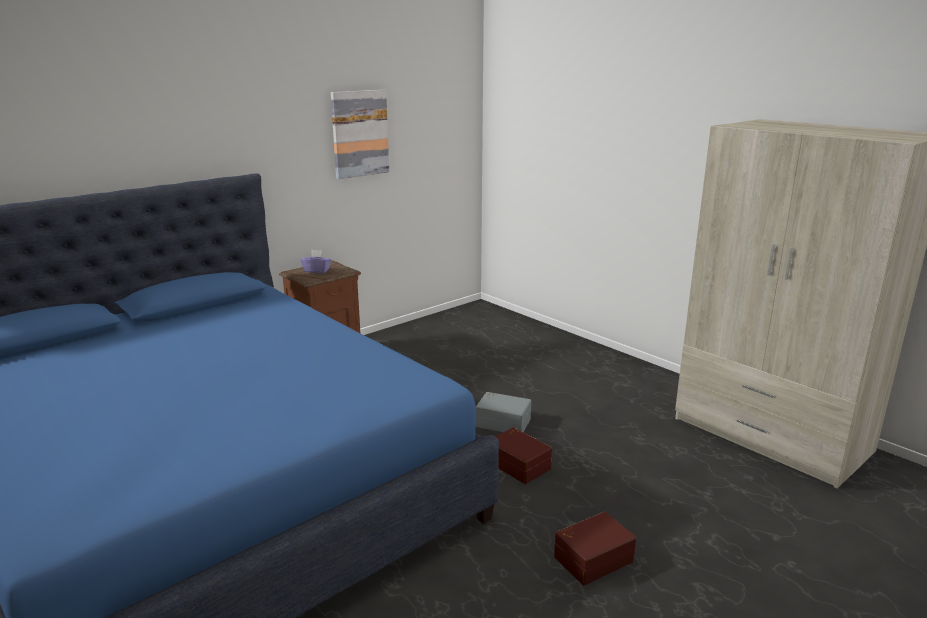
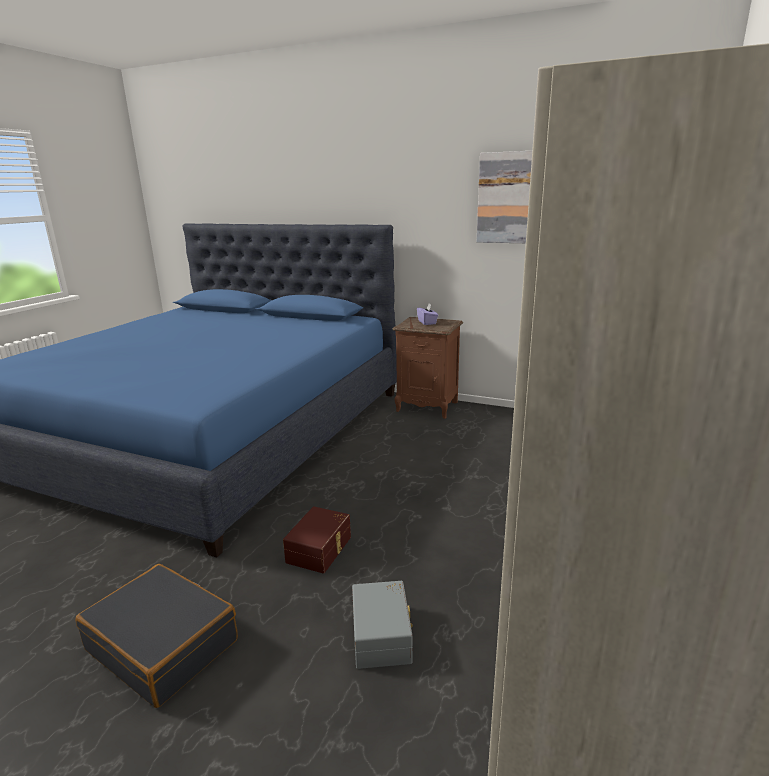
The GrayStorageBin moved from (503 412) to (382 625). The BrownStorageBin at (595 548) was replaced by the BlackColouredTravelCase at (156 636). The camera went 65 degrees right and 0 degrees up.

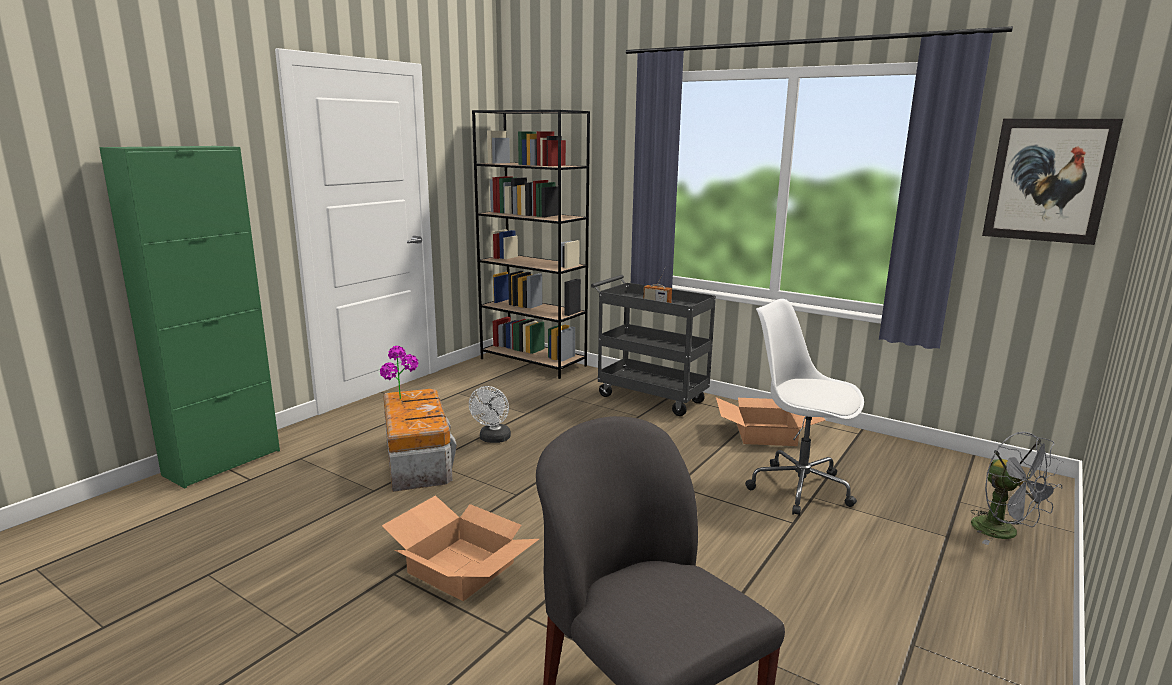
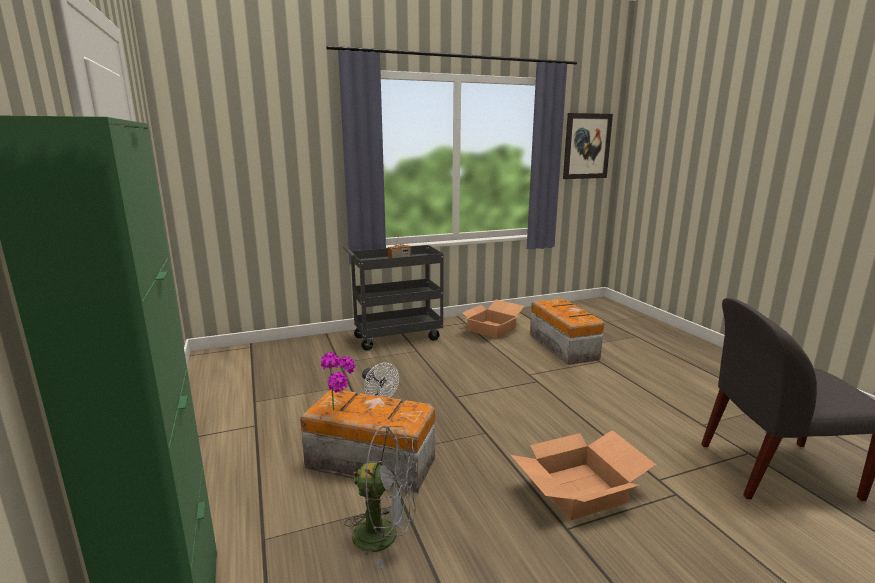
The BeigeColouredShelvingUnit at (531 244) disappeared. The GrayFan moved from (1017 488) to (381 497). The WhiteColouredOfficeChair at (804 407) was replaced by the StorageBin at (567 332). The camera went 55 degrees left and 0 degrees up.

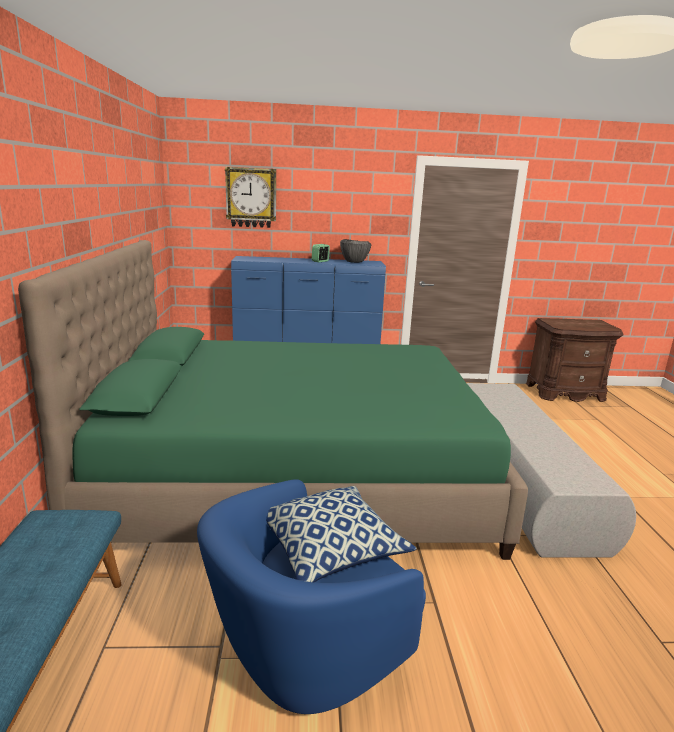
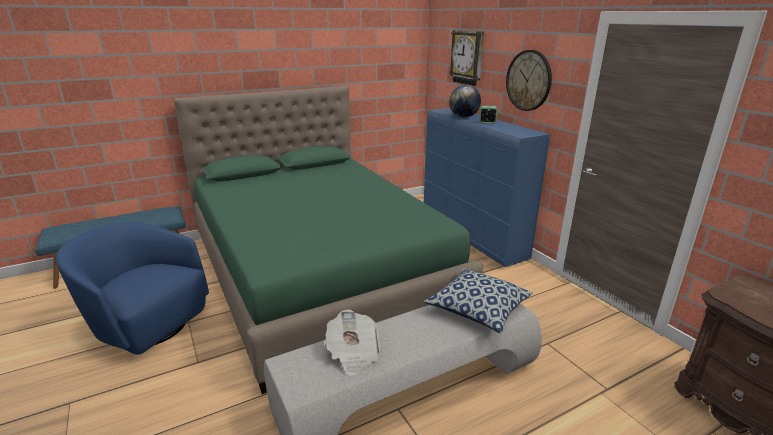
The DeepDish at (355 251) disappeared. The PrintedPaper at (352 343) appeared. The WorldGlobe at (465 101) appeared. The WallClock at (529 80) appeared. The ThrowPillow moved from (341 534) to (478 301). The camera went 65 degrees right and 5 degrees up.

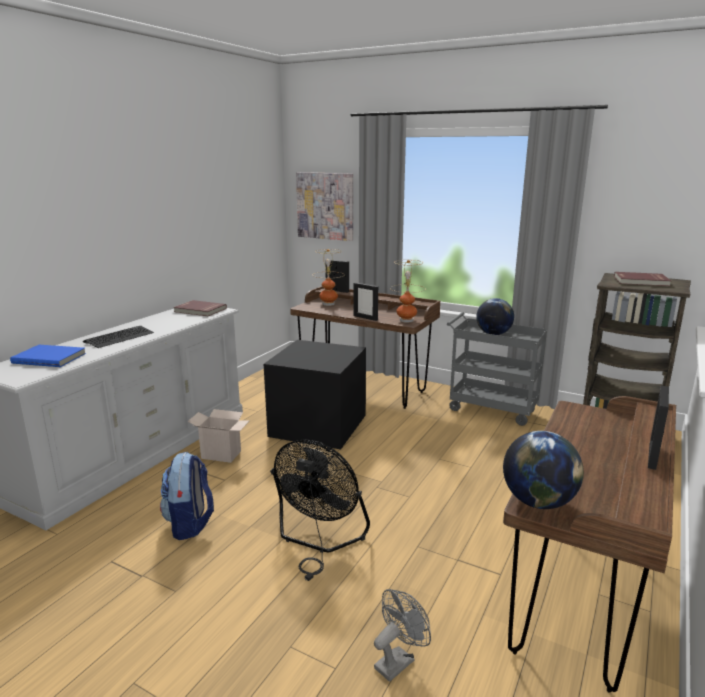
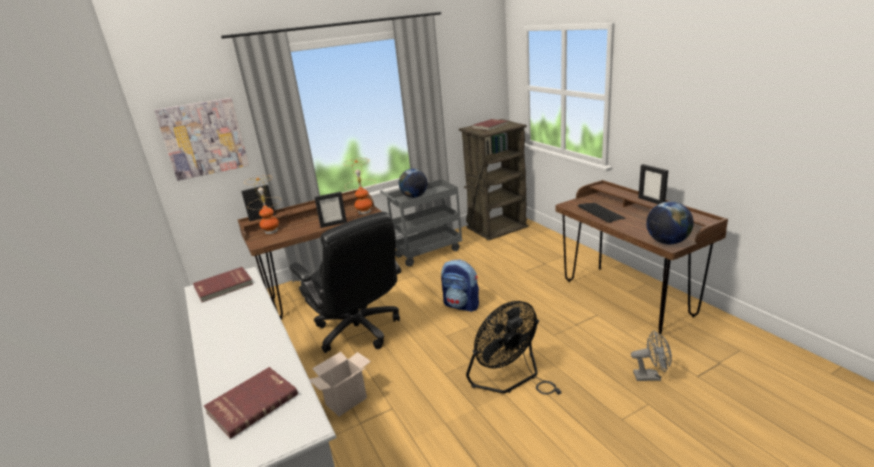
The PcKeyboard moved from (118 337) to (602 213). The Backpack moved from (187 496) to (460 286). The BlackColouredStorageBin at (315 394) was replaced by the BlackColouredOfficeChair at (345 282). The BlueBook at (48 356) became the RedColouredBook at (251 403). The GrayFan at (402 635) turned 105 degrees clockwise. The camera went 55 degrees left and 5 degrees up.

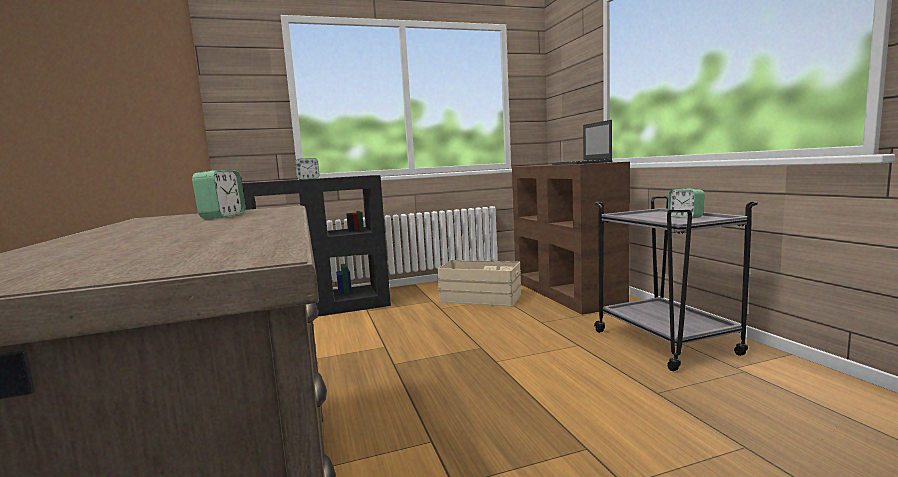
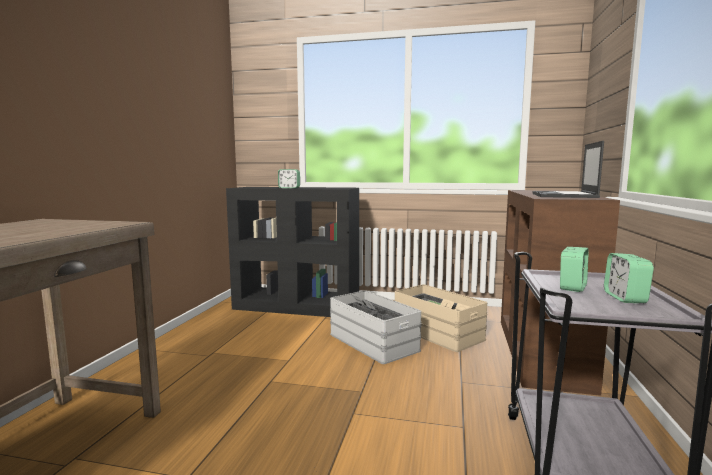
The GrayStorageBin at (375 327) appeared. The TableClock moved from (219 194) to (574 269). The camera went 30 degrees right and 0 degrees up.

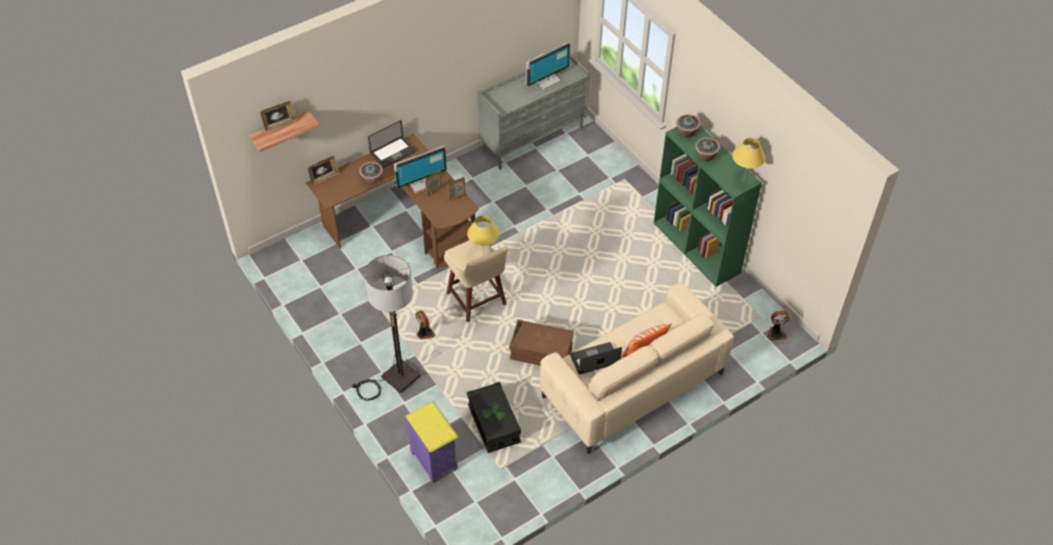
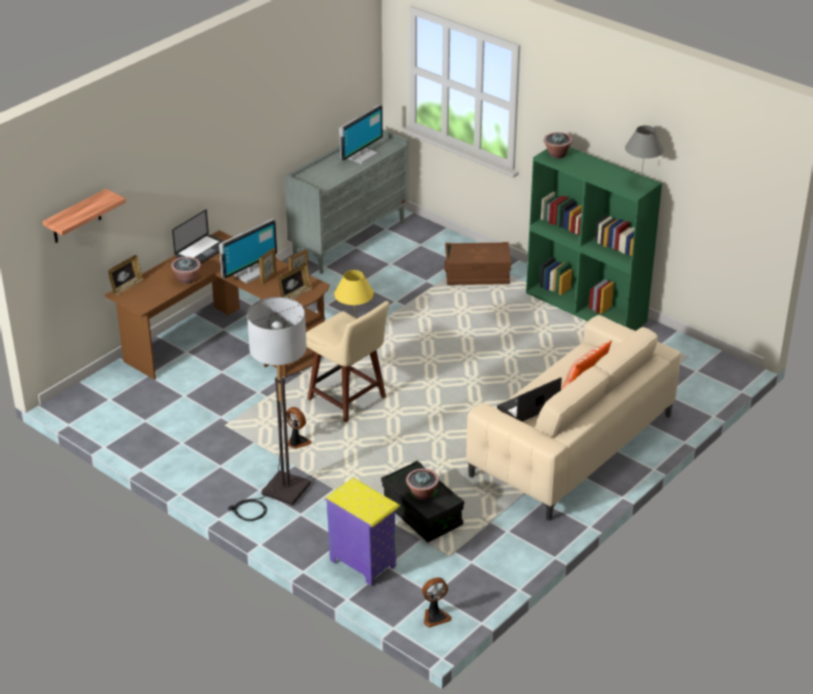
The PhotoFrame moved from (278 116) to (295 281). The BrownStorageBin moved from (541 342) to (477 263). The PottedPlant moved from (707 150) to (422 484). The Fan moved from (778 325) to (436 602). The YellowLampForATable at (748 158) became the GrayLampForATable at (644 153). The camera went 15 degrees left and 15 degrees down.

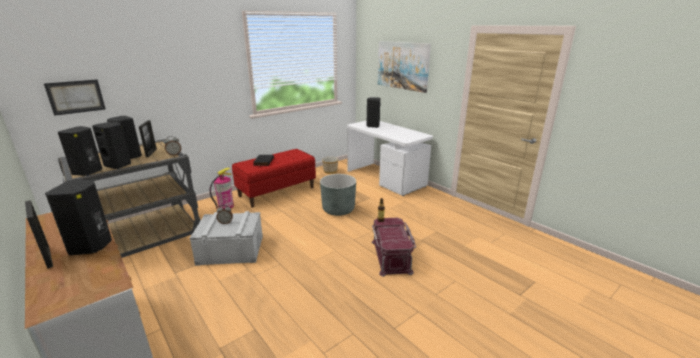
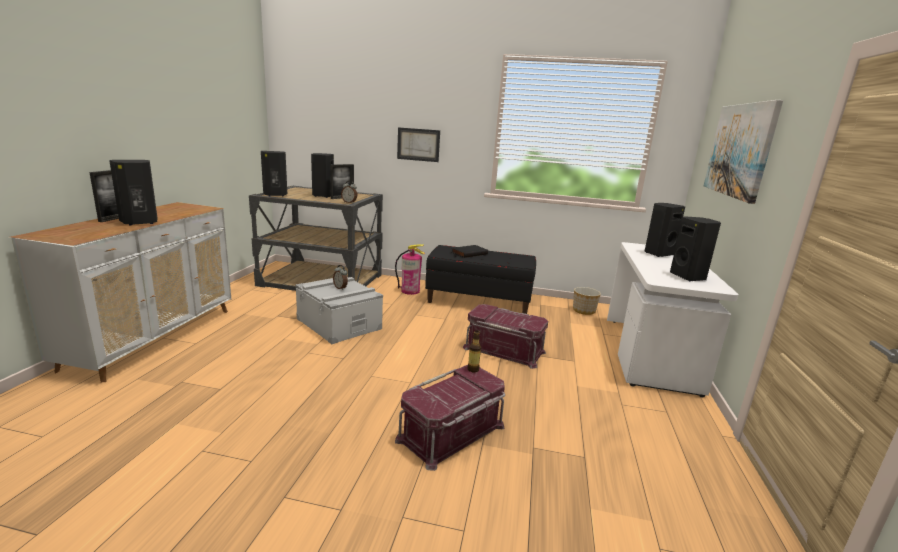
The Picture moved from (75 97) to (418 144). The BlackColouredAudioSpeaker moved from (111 145) to (695 248). The GrayFlowerPot at (338 195) was replaced by the RedColouredStorageBin at (505 336). The RedColouredIndoorBench at (274 178) became the BlackColouredIndoorBench at (480 279). The camera went 50 degrees right and 5 degrees down.

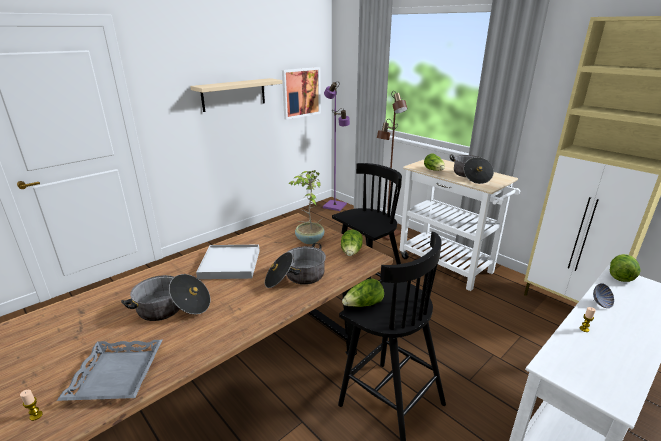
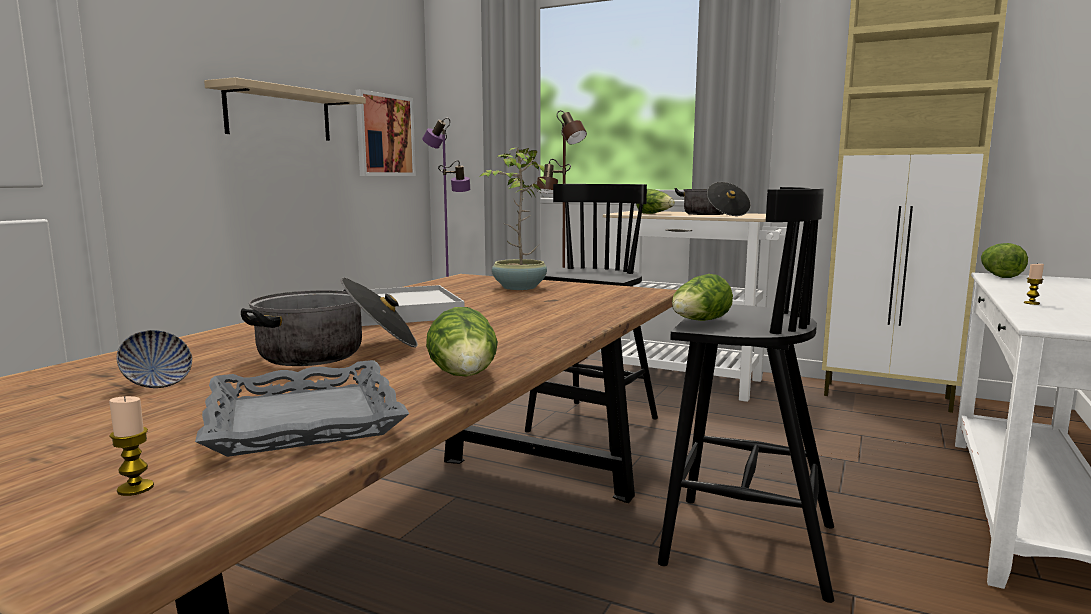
The CookingPot at (295 265) disappeared. The HeadOfLettuce moved from (352 242) to (462 342). The DeepDish moved from (603 295) to (154 359). The camera went 20 degrees left and 15 degrees down.

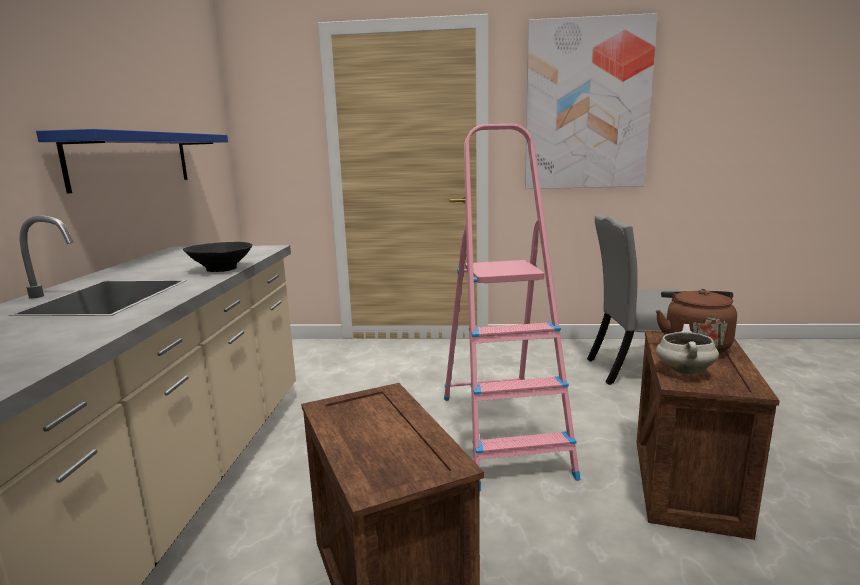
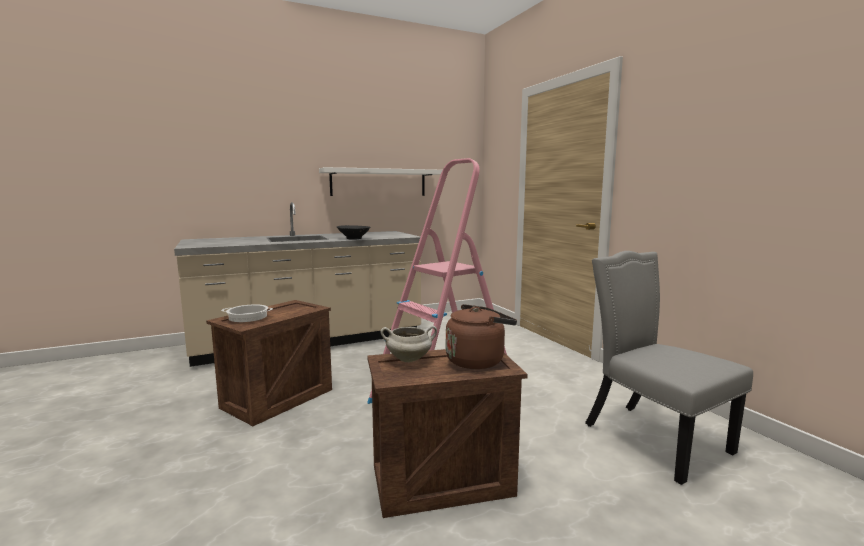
The Picture at (591 101) disappeared. The CookingPot at (247 313) appeared. The BlueBracketShelf at (132 161) became the WhiteColouredBracketShelf at (380 181). The camera went 60 degrees right and 5 degrees down.

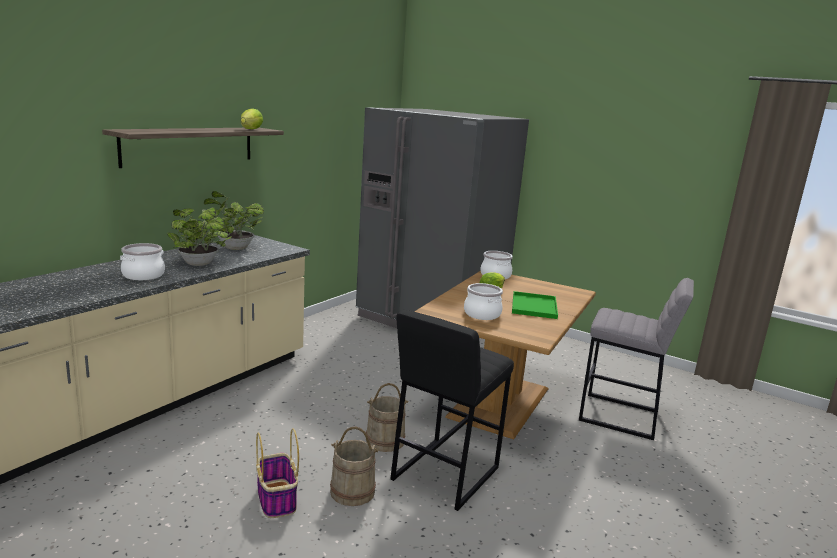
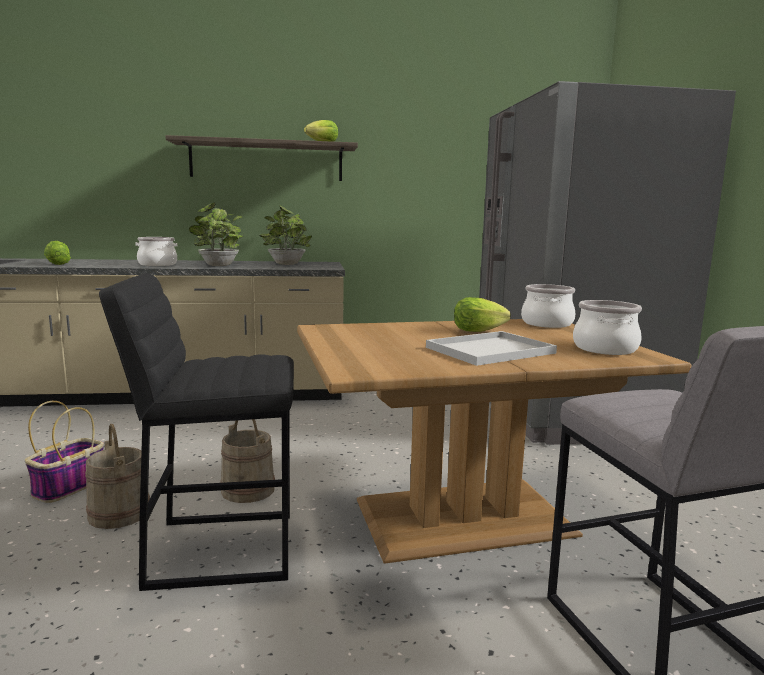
The HeadOfLettuce at (57 253) appeared. The CookingPot moved from (483 301) to (607 327). The GreenTray at (535 305) became the WhiteColouredTray at (491 348). The camera went 50 degrees right and 5 degrees down.

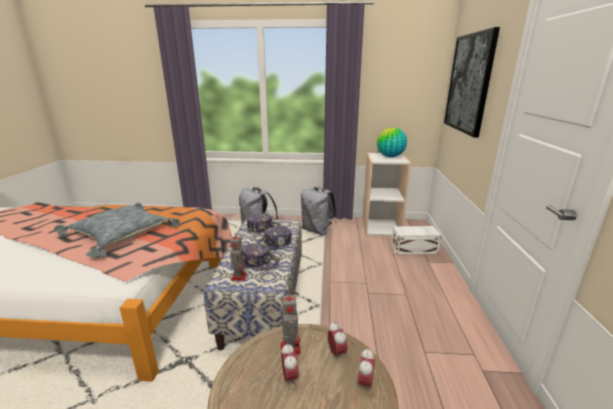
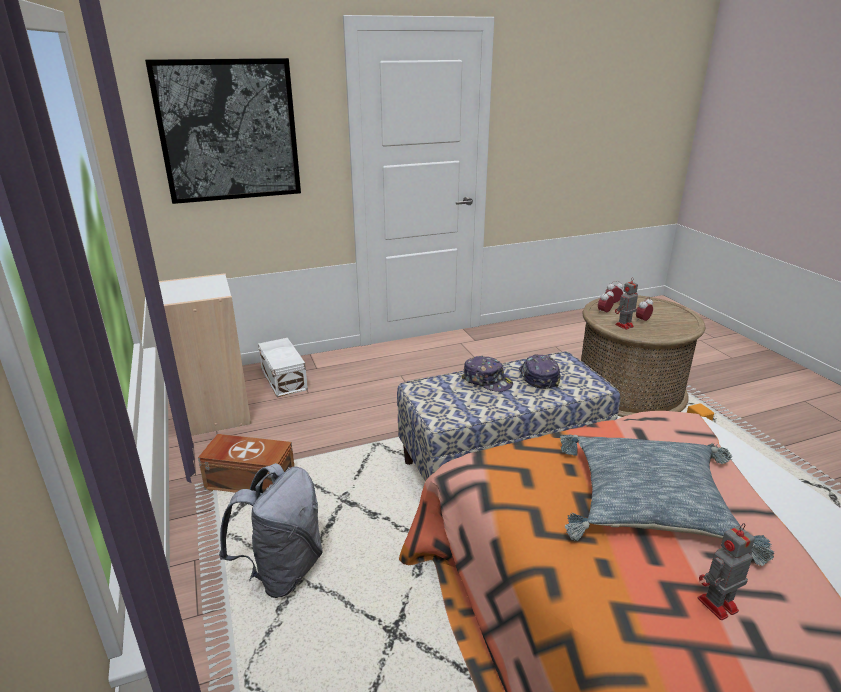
The Cap at (263 222) disappeared. The WorldGlobe at (392 142) disappeared. The ModelRobot moved from (238 257) to (726 571). The GrayBackpack at (319 211) was replaced by the BrownStorageBin at (246 463). The camera went 115 degrees left and 5 degrees up.

